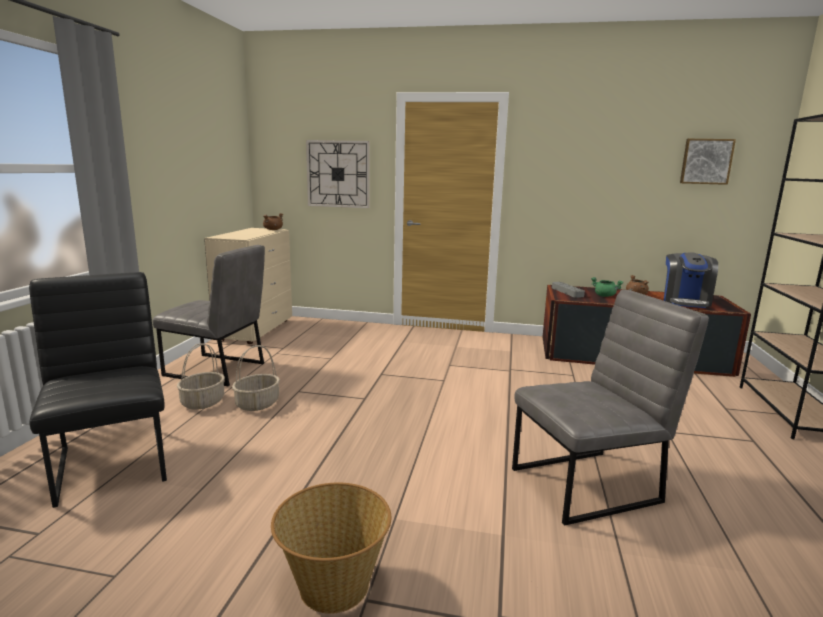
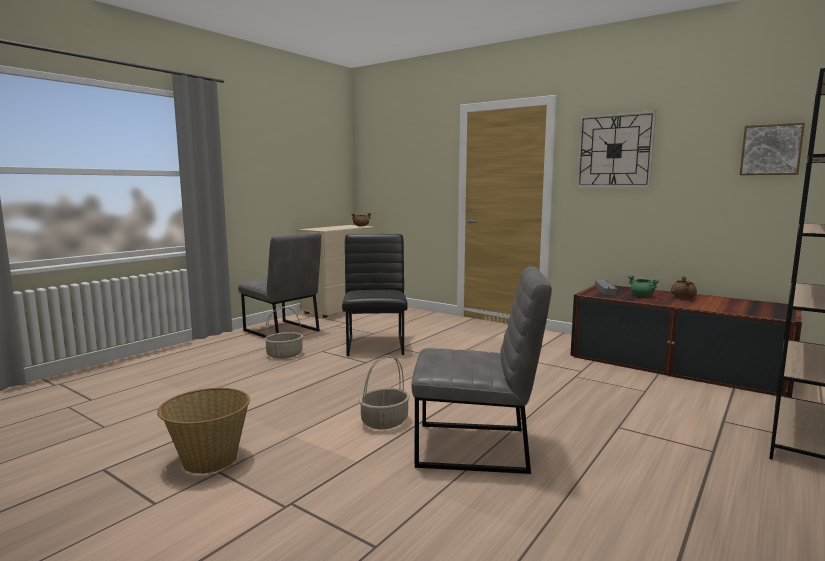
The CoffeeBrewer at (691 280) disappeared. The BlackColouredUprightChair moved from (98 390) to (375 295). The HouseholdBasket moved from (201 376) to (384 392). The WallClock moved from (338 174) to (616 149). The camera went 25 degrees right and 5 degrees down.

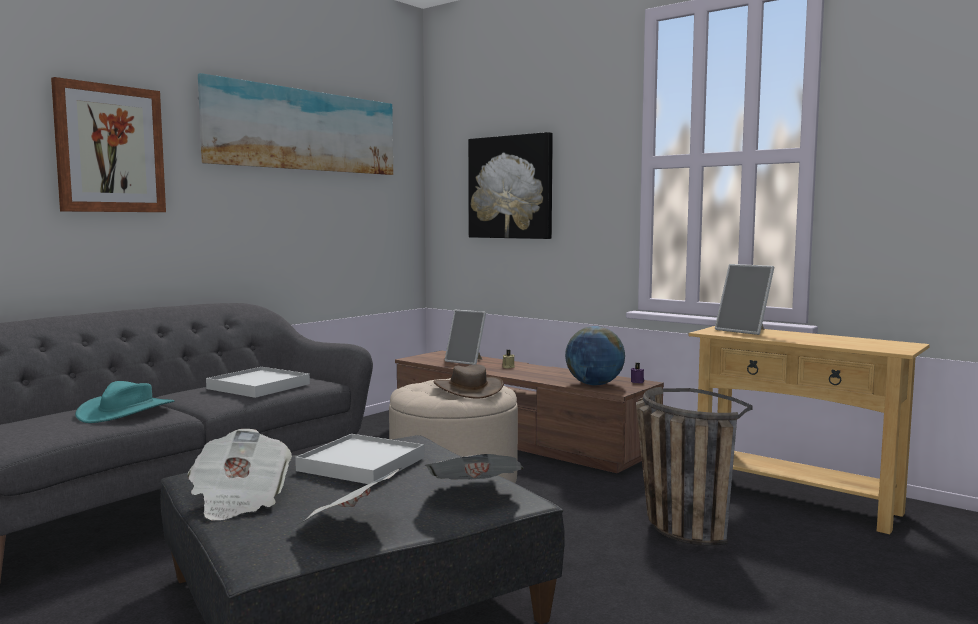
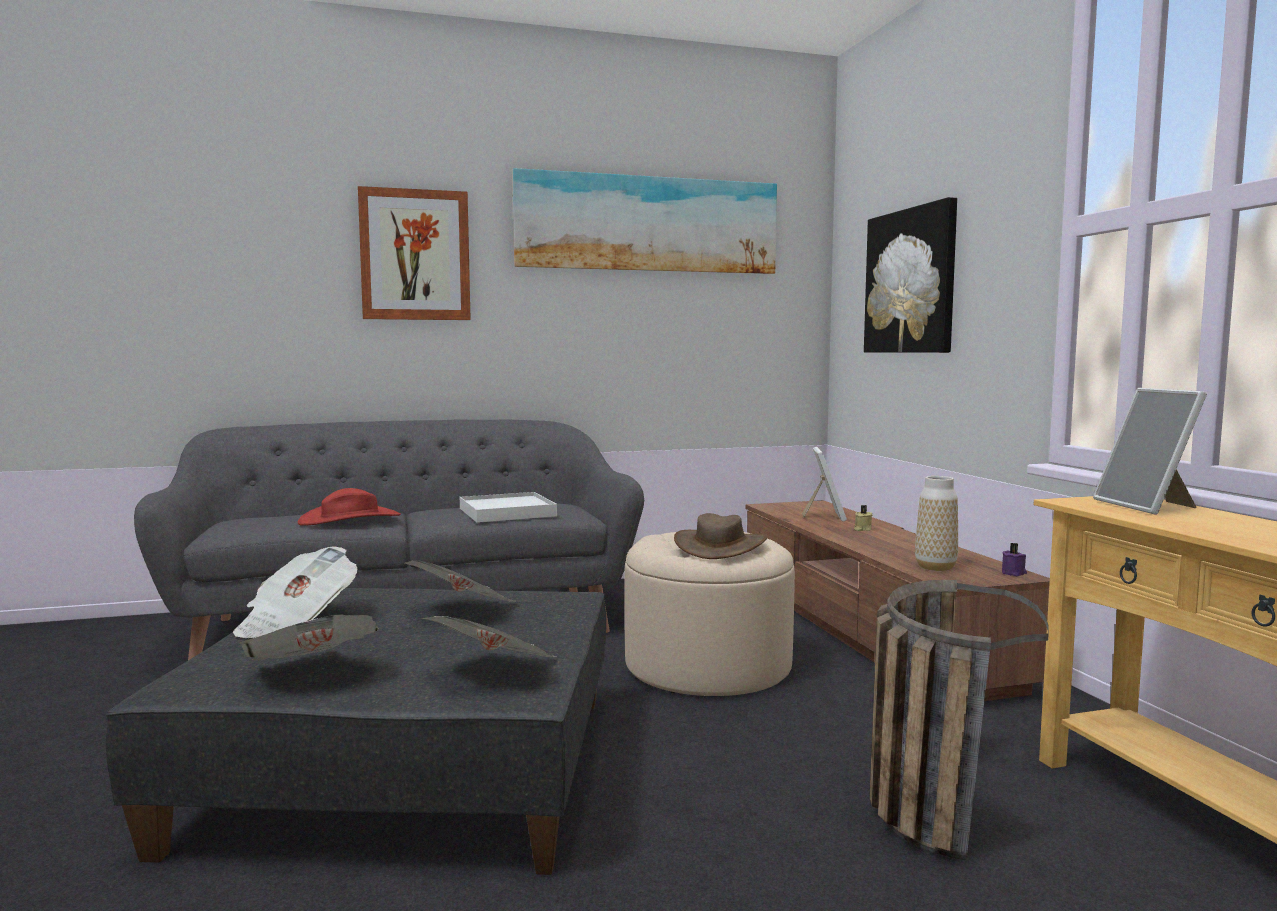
The WhiteColouredTray at (359 459) was replaced by the PrintedPaper at (459 581). The WorldGlobe at (595 355) was replaced by the Vase at (936 523). The TurquoiseColouredWearableHat at (125 402) became the RedColouredWearableHat at (349 507). The PhotoFrame at (465 337) turned 150 degrees counterclockwise. The camera went 35 degrees right and 0 degrees up.

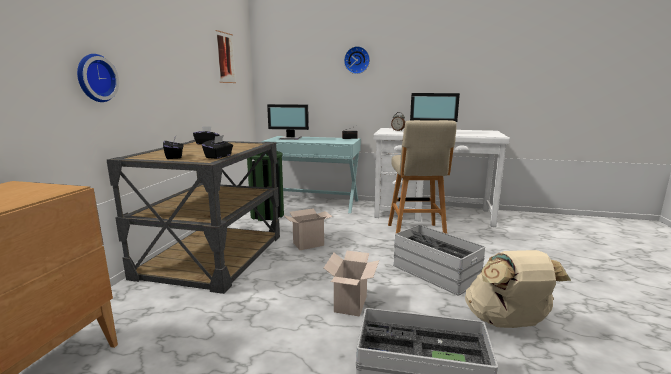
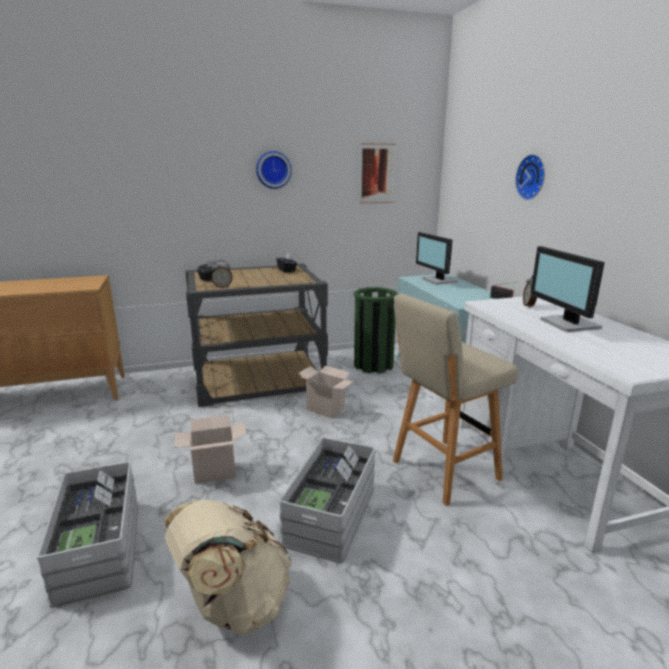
The WallClock moved from (98 78) to (274 170). The BlackColouredBoxOfTissues at (217 147) was replaced by the TableClock at (222 274). The camera went 60 degrees right and 5 degrees up.

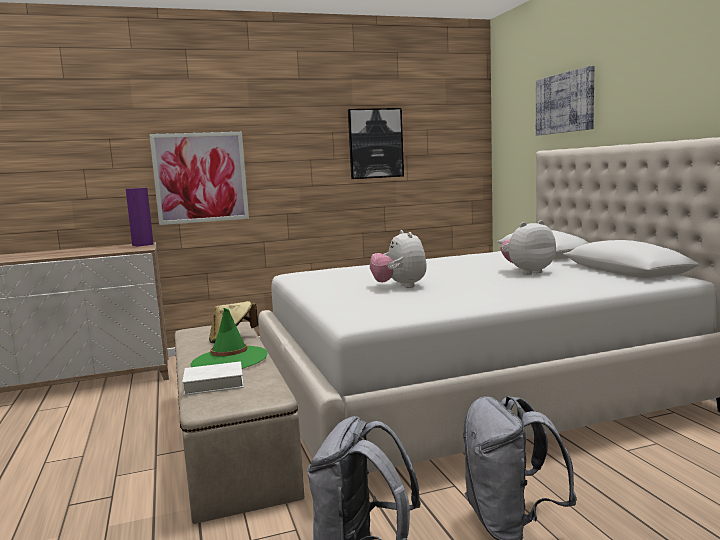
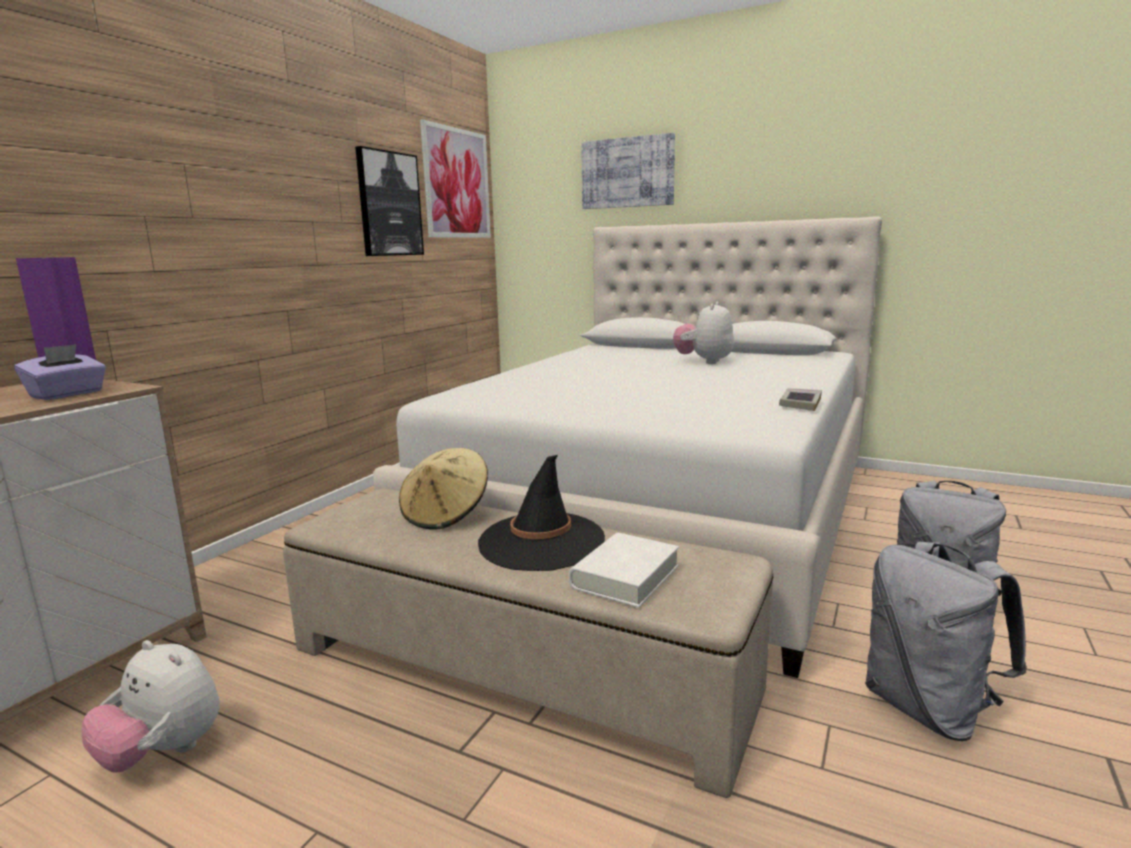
The PurplishBoxOfTissues at (60 372) appeared. The Book at (800 399) appeared. The Picture moved from (199 178) to (455 178). The PlushToy moved from (398 259) to (151 706). The GreenWearableHat at (229 338) became the BlackColouredWearableHat at (541 513). The camera went 45 degrees left and 5 degrees up.

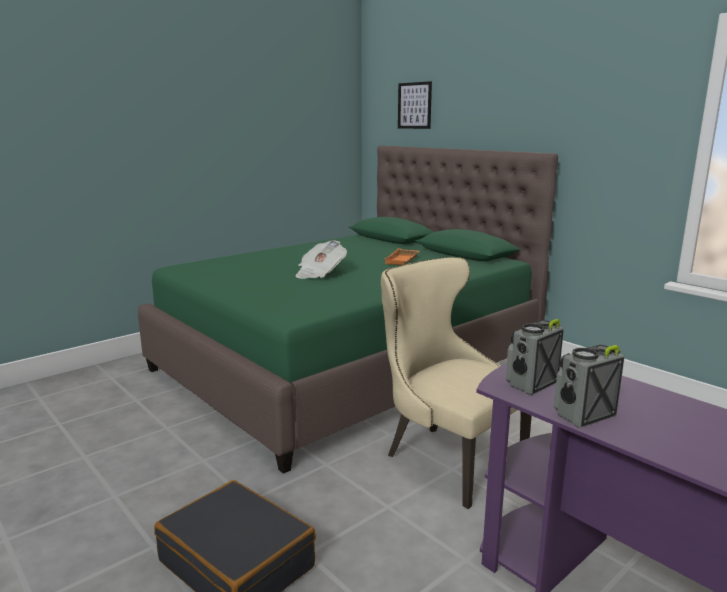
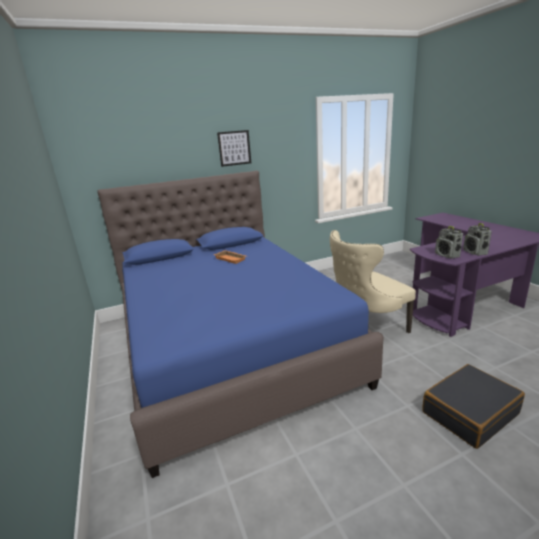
The PrintedPaper at (321 259) disappeared. The Picture moved from (415 105) to (234 148). The GreenSleepingBed at (348 309) became the BlueSleepingBed at (240 324). The camera went 70 degrees left and 5 degrees up.

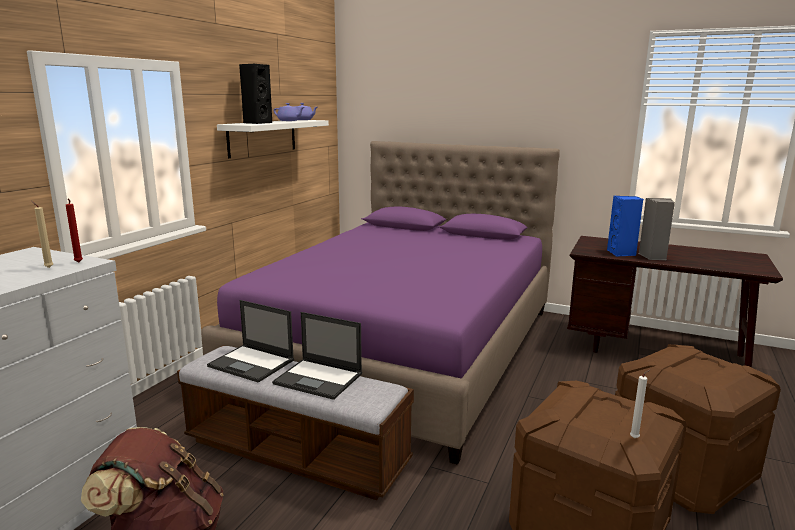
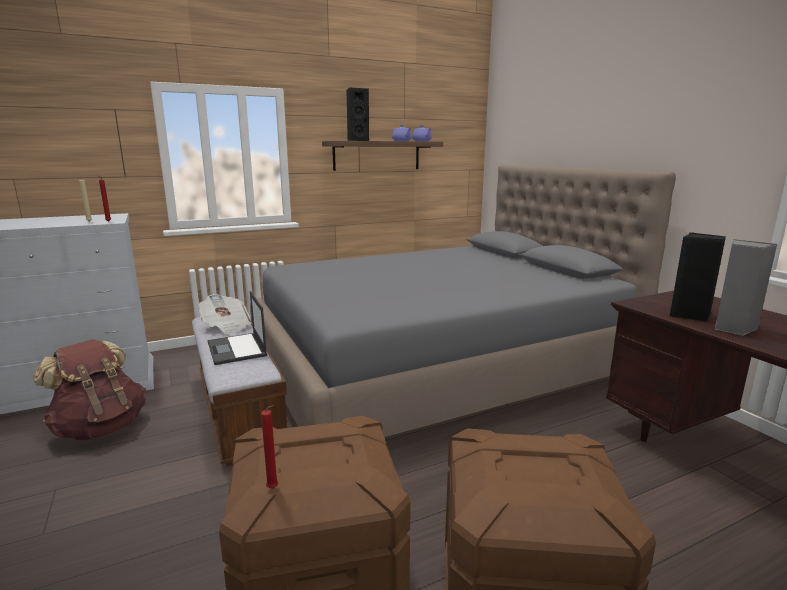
The PortableComputer at (250 341) was replaced by the PrintedPaper at (225 314). The PurplishSleepingBed at (380 303) became the GraySleepingBed at (463 301). The WhiteColouredBracketShelf at (273 139) became the BrownBracketShelf at (382 156). The BlueAudioSpeaker at (625 226) became the BlackColouredAudioSpeaker at (698 277). The WhiteColouredWaxCandle at (640 403) became the RedColouredWaxCandle at (269 447). The camera went 40 degrees right and 0 degrees up.

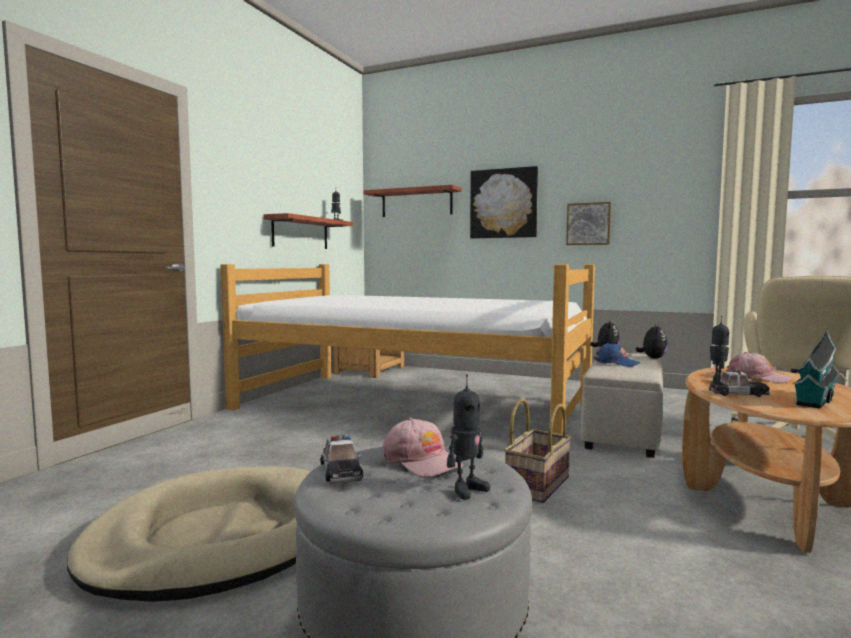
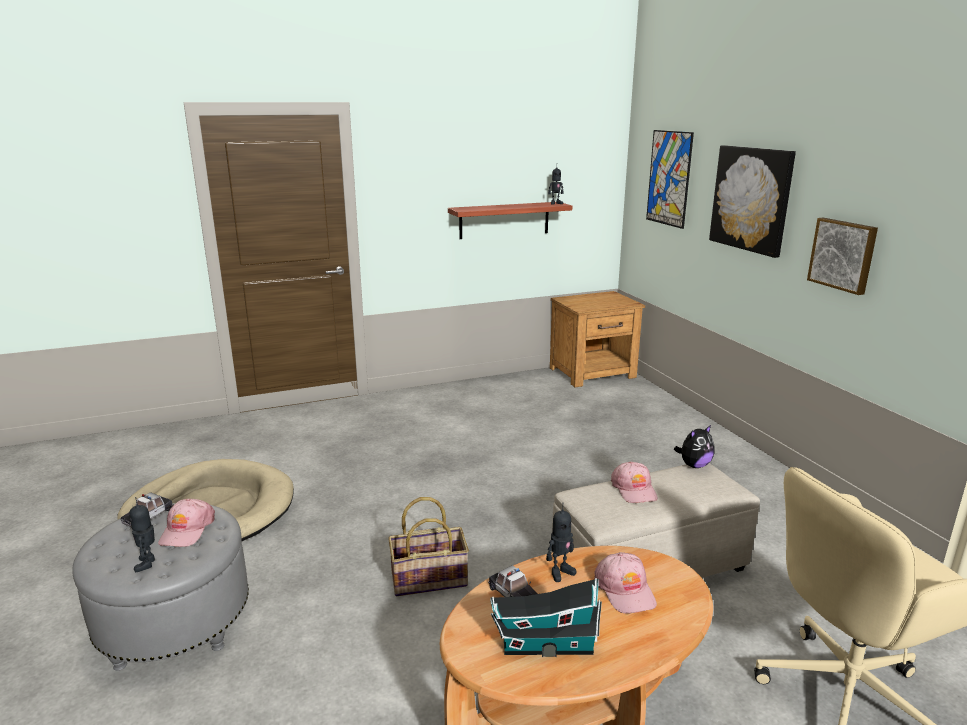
The SleepingBed at (407 349) disappeared. The PlushToy at (652 341) disappeared. The BracketShelf at (412 201) was replaced by the Picture at (670 179). The BlueCap at (617 355) became the PinkCap at (634 482). The ModelRobot at (468 437) turned 75 degrees clockwise. The camera went 45 degrees right and 15 degrees up.

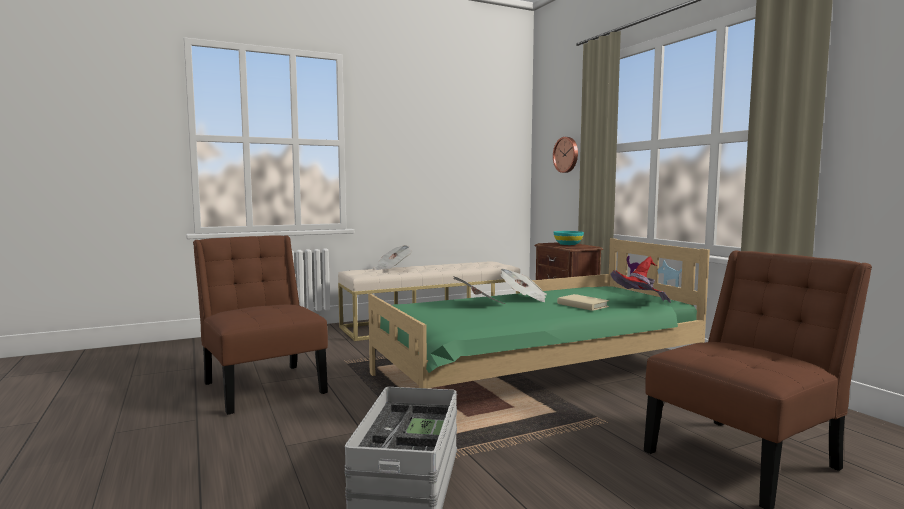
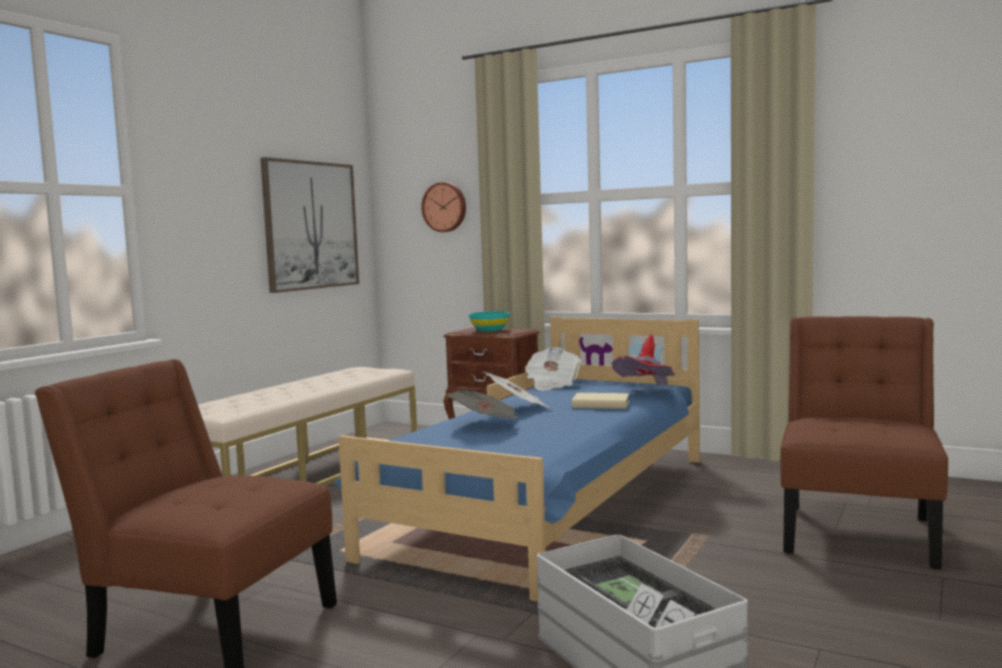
The Picture at (309 225) appeared. The PrintedPaper moved from (392 257) to (552 368). The GreenSleepingBed at (539 313) became the BlueSleepingBed at (517 459). The camera went 35 degrees left and 0 degrees up.

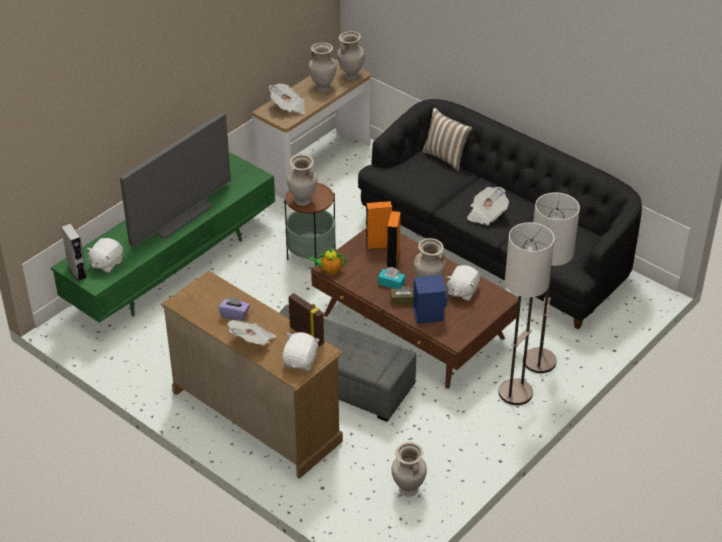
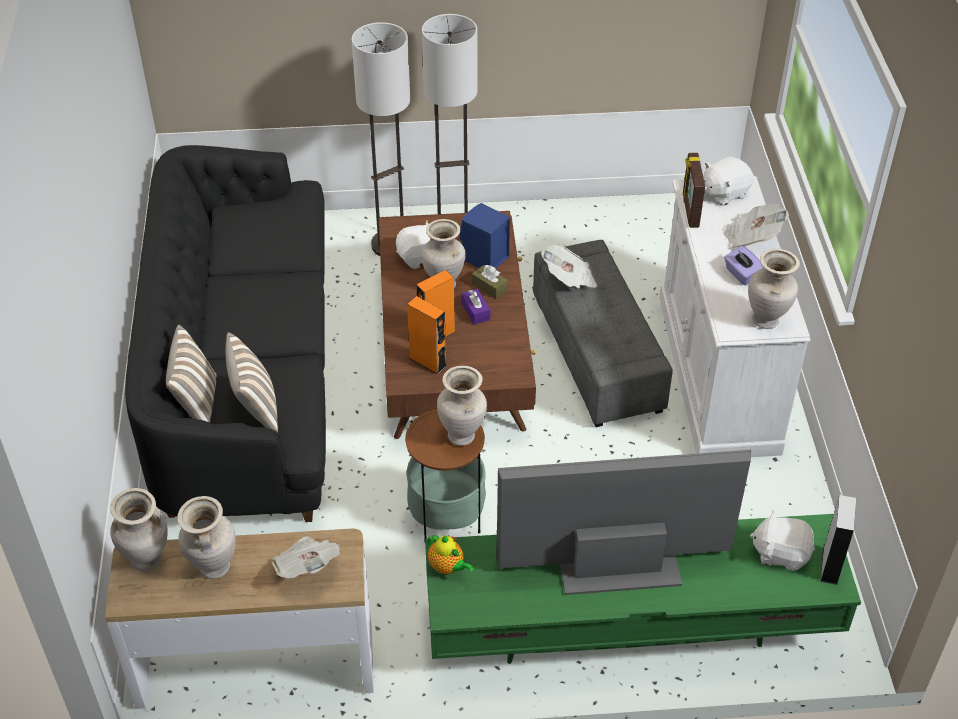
The ThrowPillow at (252 382) appeared. The Teapot moved from (327 261) to (450 554). The BeigeColouredVase moved from (409 469) to (774 289). The PrintedPaper moved from (488 206) to (569 266). The BrownCabinet at (252 375) became the WhiteColouredCabinet at (734 316). The TurquoiseColouredBoxOfTissues at (391 278) became the PurplishBoxOfTissues at (475 306). The WhiteColouredPlushToy at (104 255) turned 150 degrees counterclockwise. The camera went 135 degrees left and 5 degrees up.

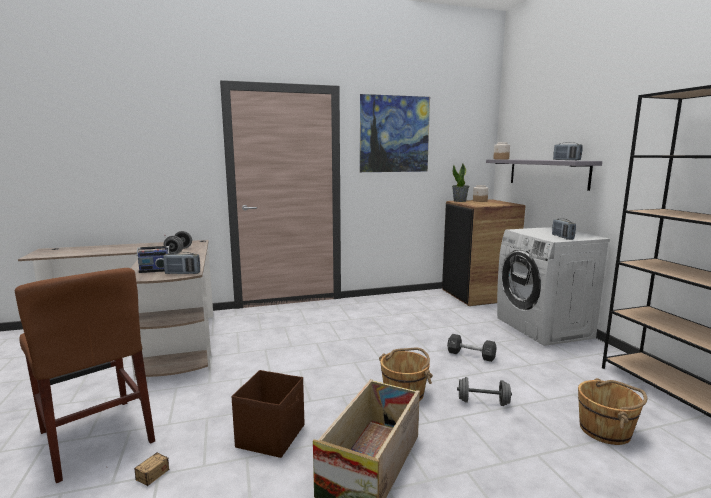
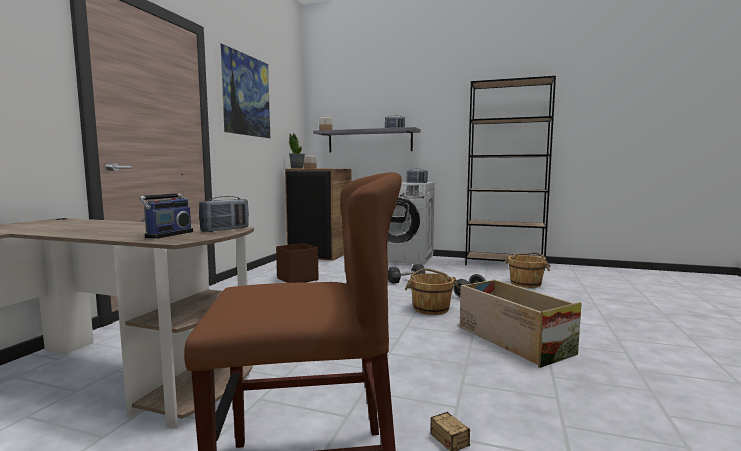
The GrayDumbbell at (178 242) disappeared. The BrownStorageBin moved from (267 414) to (297 263). The camera went 55 degrees left and 5 degrees down.

